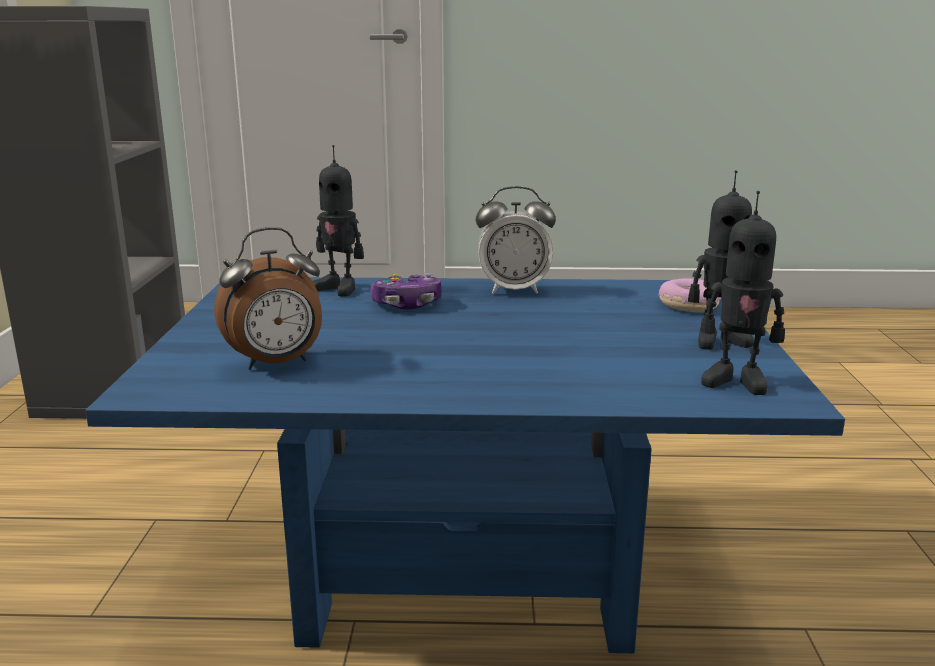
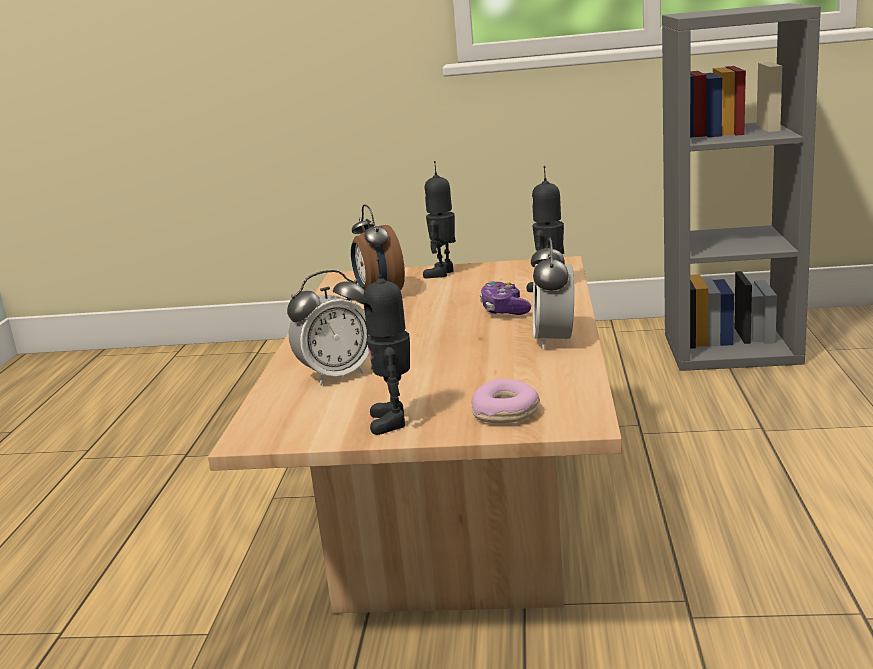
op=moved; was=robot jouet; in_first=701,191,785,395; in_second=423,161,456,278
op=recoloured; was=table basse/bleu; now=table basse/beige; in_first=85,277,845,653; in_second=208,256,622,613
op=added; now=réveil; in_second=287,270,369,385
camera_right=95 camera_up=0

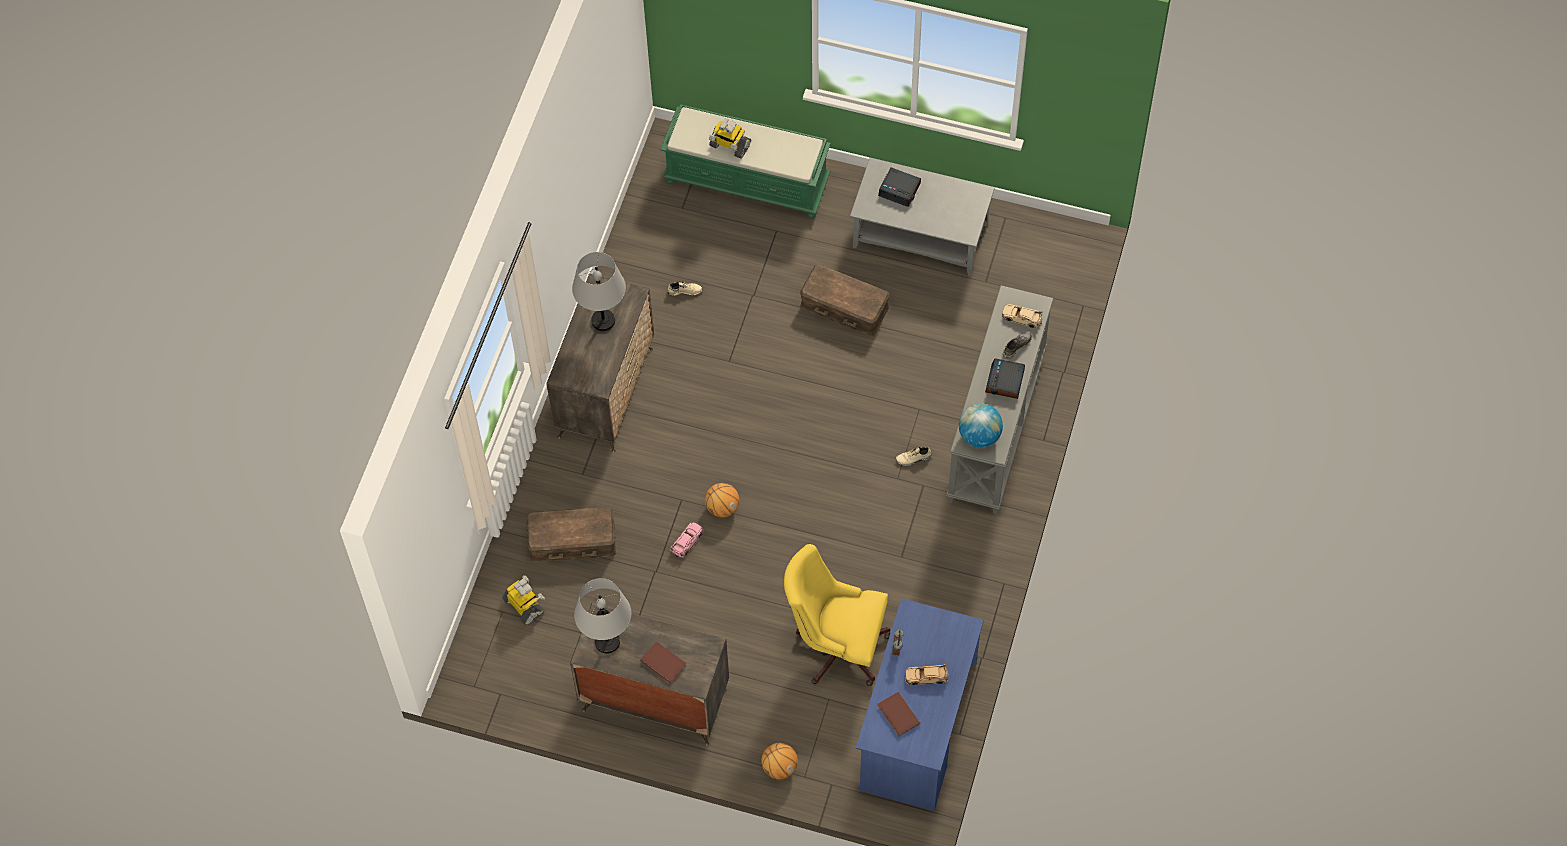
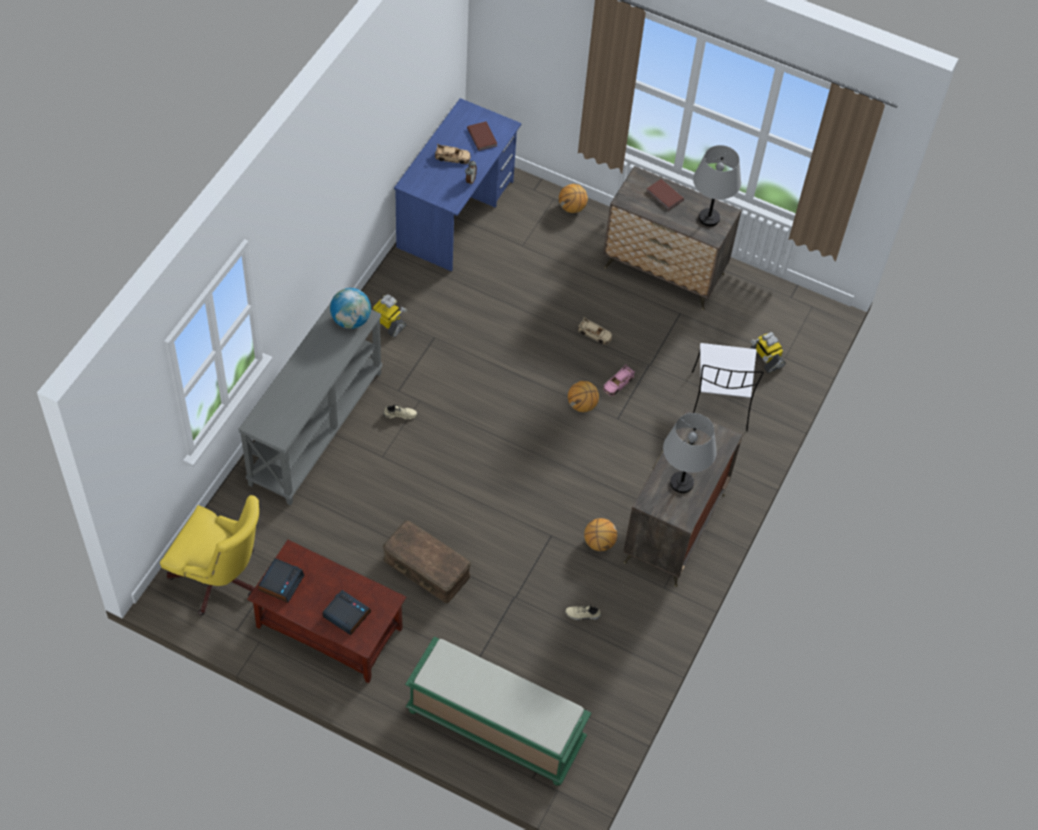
op=moved; was=robot jouet; in_first=709,119,751,159; in_second=371,294,407,337
op=recoloured; was=table basse/gris; now=table basse/marron; in_first=850,158,995,276; in_second=247,540,406,683
op=moved; was=petite voiture/beige; in_first=1002,304,1043,328; in_second=578,317,612,345
op=removed; was=chaussure/gris; in_first=1003,333,1032,358
op=moved; was=réveil; in_first=985,358,1025,399; in_second=258,558,304,603
op=replaced; was=boîte de rangement/marron; now=chaise/blanc; in_first=526,507,616,562; in_second=692,343,764,432
op=moved; was=chaise de bureau/jaune; in_first=784,544,890,686; in_second=160,495,259,616
op=added; now=ballon de basket; in_second=584,518,617,551
camera_right=-175 camera_up=-5

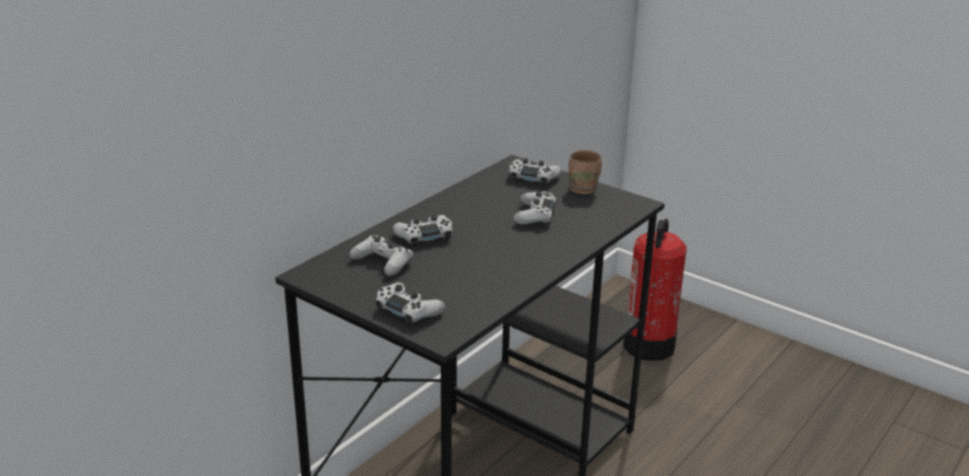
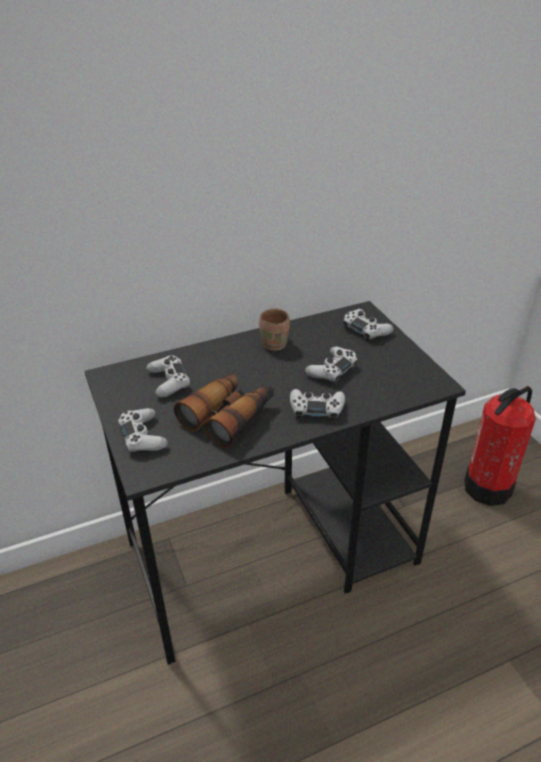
op=moved; was=mug/marron; in_first=568,150,602,194; in_second=259,308,290,351
op=moved; was=manette/blanc; in_first=393,214,452,247; in_second=290,389,345,421
op=added; now=jumelles; in_second=174,370,274,448
camera_right=30 camera_up=10

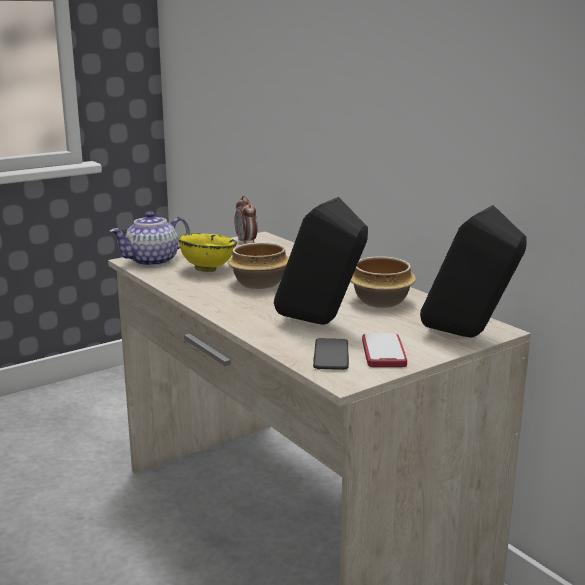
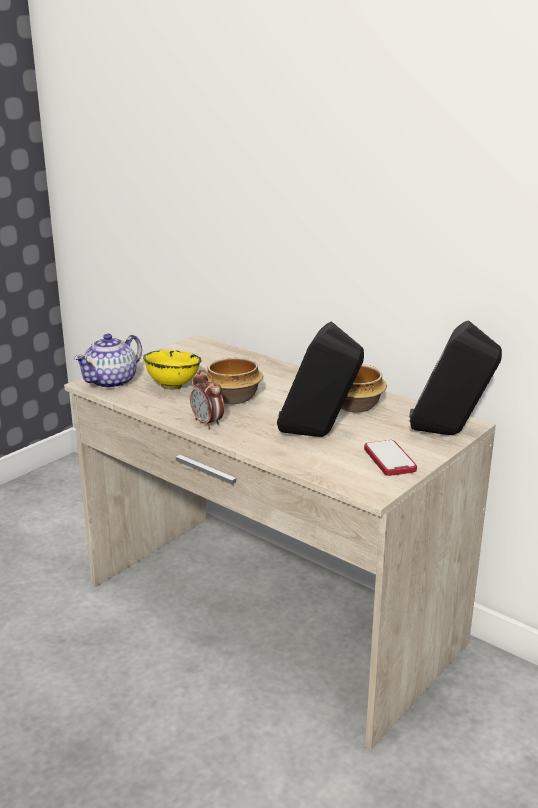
op=moved; was=réveil; in_first=234,195,258,244; in_second=190,370,224,429
op=removed; was=téléphone; in_first=313,338,349,370
camera_right=-15 camera_up=5

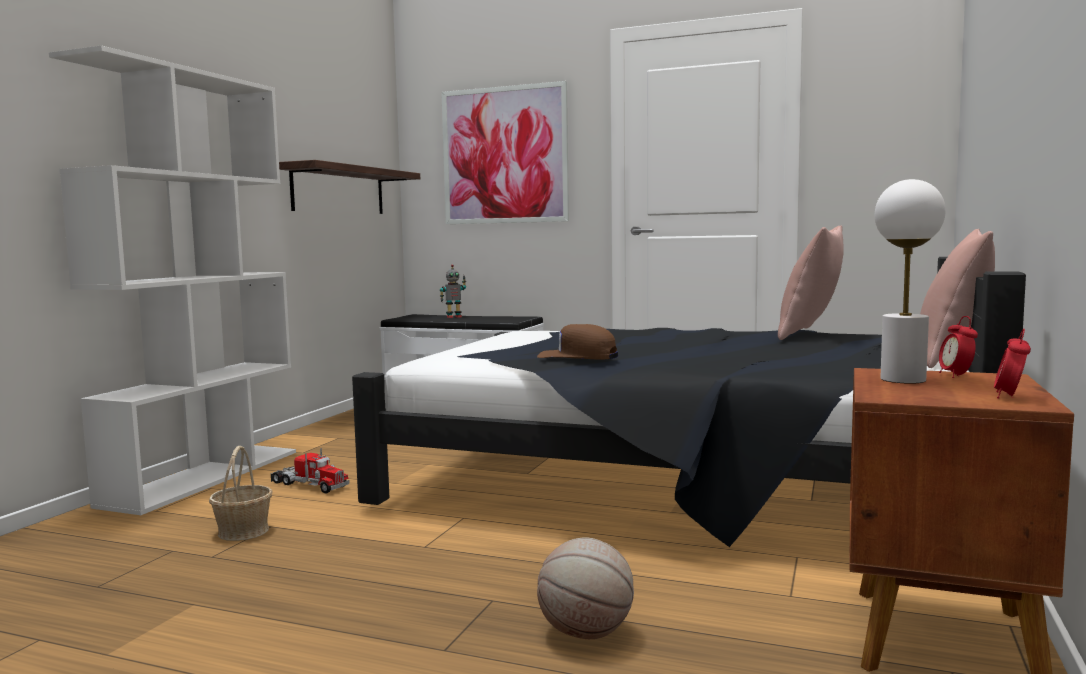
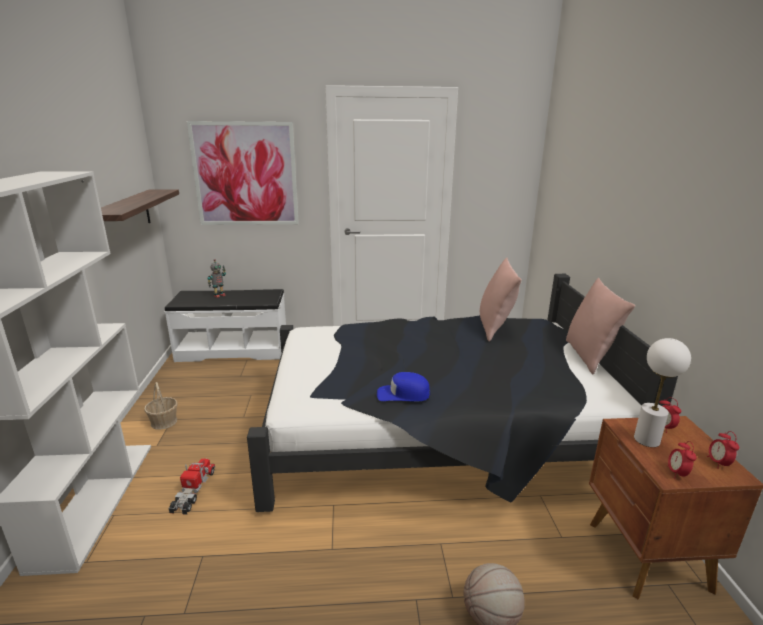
op=recoloured; was=casquette/marron; now=casquette/bleu; in_first=537,324,618,360; in_second=377,372,430,402
op=moved; was=panier; in_first=209,446,273,541; in_second=144,382,178,430
op=turned; was=camion jouet; in_first=270,448,349,493; in_second=169,458,215,515; clockwise=-90
op=added; now=réveil; in_second=667,441,696,479
camera_right=-25 camera_up=15

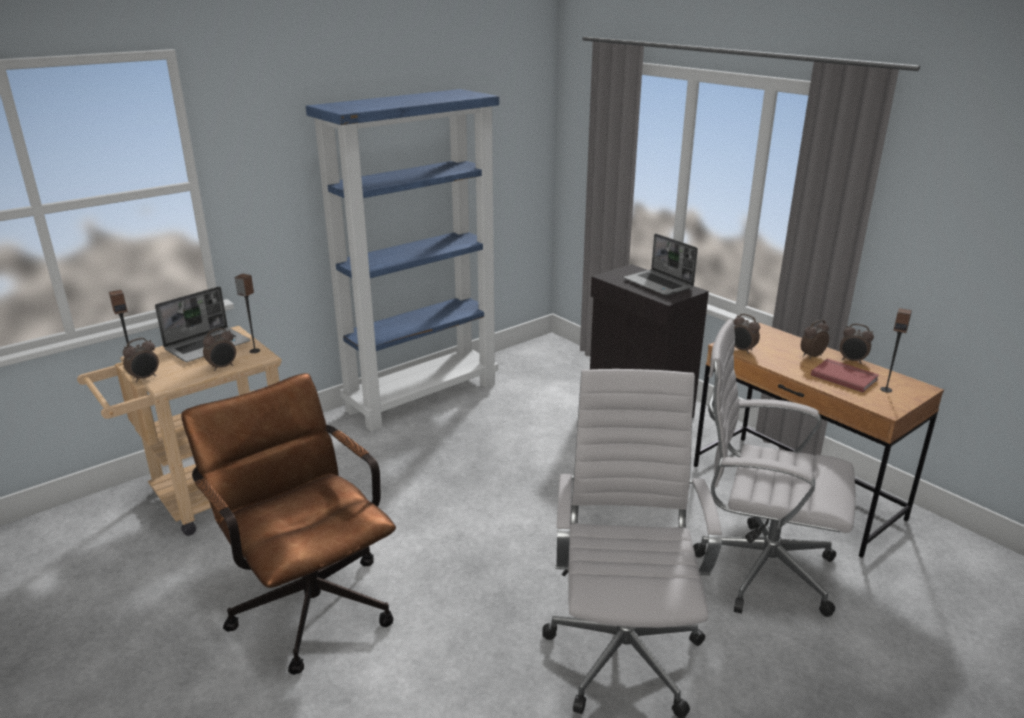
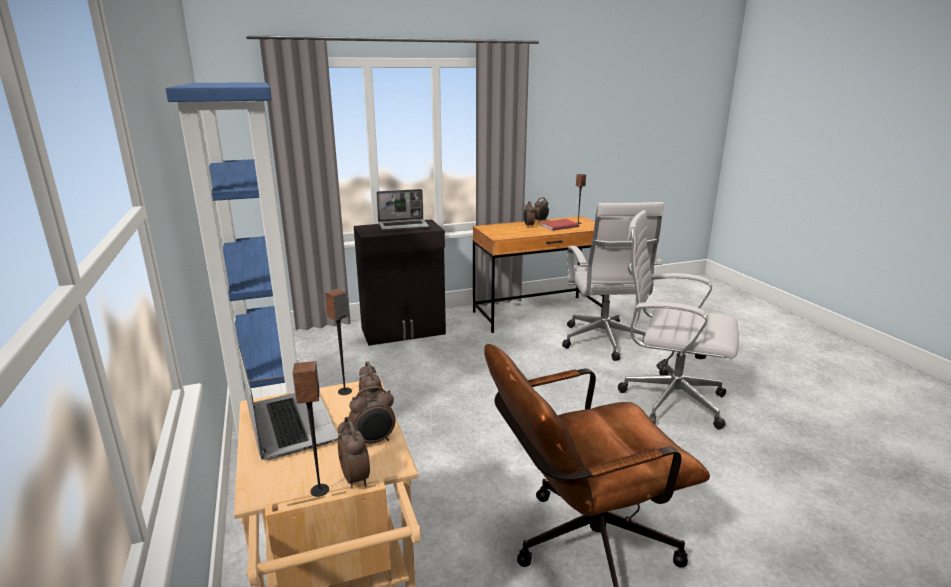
op=moved; was=réveil; in_first=734,314,760,354; in_second=349,386,396,444
op=turned; was=chaise de bureau/blanc; in_first=693,319,856,617; in_second=562,202,664,361; clockwise=-45
camera_right=-70 camera_up=-5

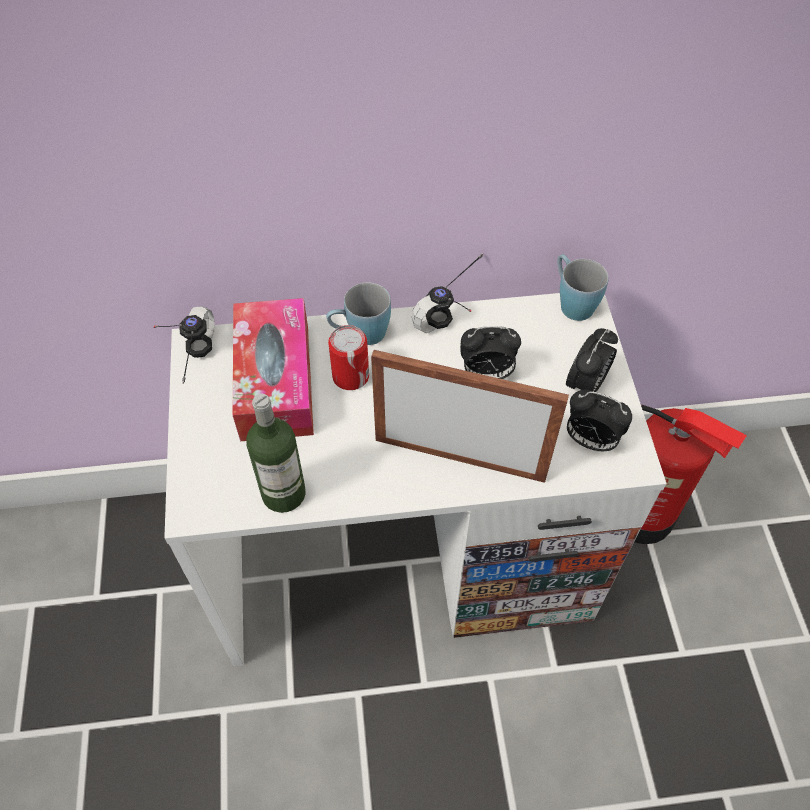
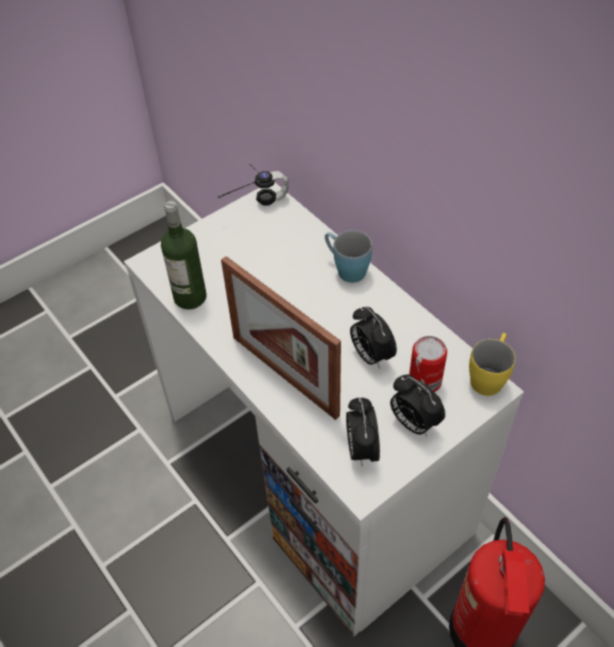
op=removed; was=casque audio; in_first=412,253,483,333
op=recoloured; was=mug/bleu; now=mug/jaune; in_first=557,254,608,321; in_second=469,333,515,396
op=removed; was=boîte à mouchoirs; in_first=233,298,314,441
op=moved; was=boîte métallique; in_first=328,325,369,390; in_second=409,336,447,392
op=turned; was=réveil; in_first=566,328,618,392; in_second=390,375,445,436; clockwise=45
op=turned; was=cadre photo; in_first=371,350,569,483; in_second=221,256,341,420; clockwise=150
camera_right=60 camera_up=-5

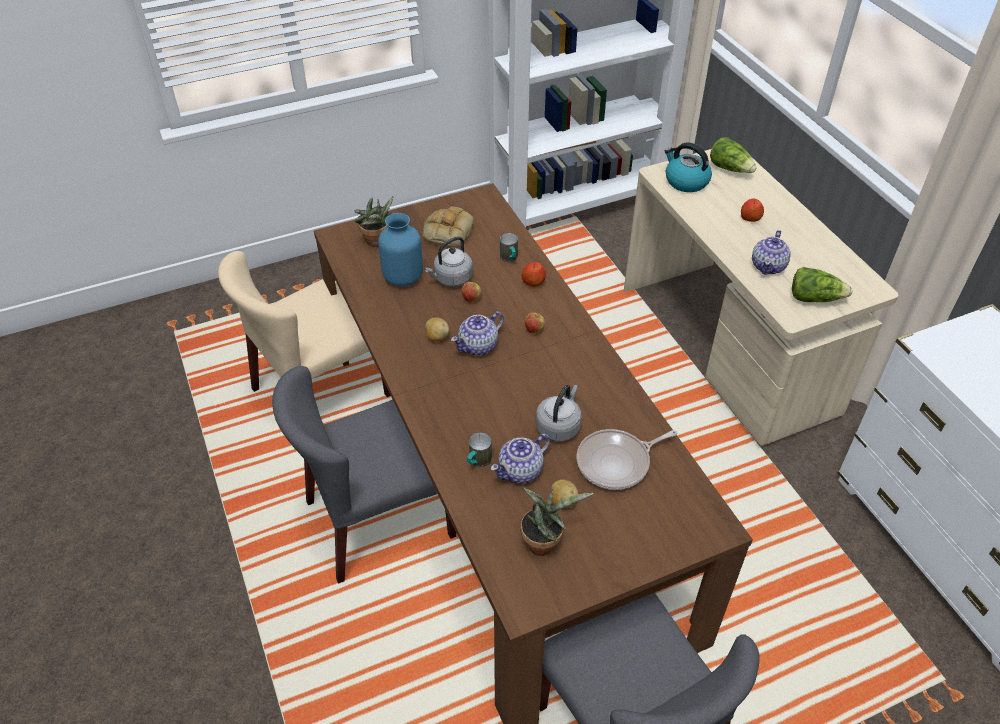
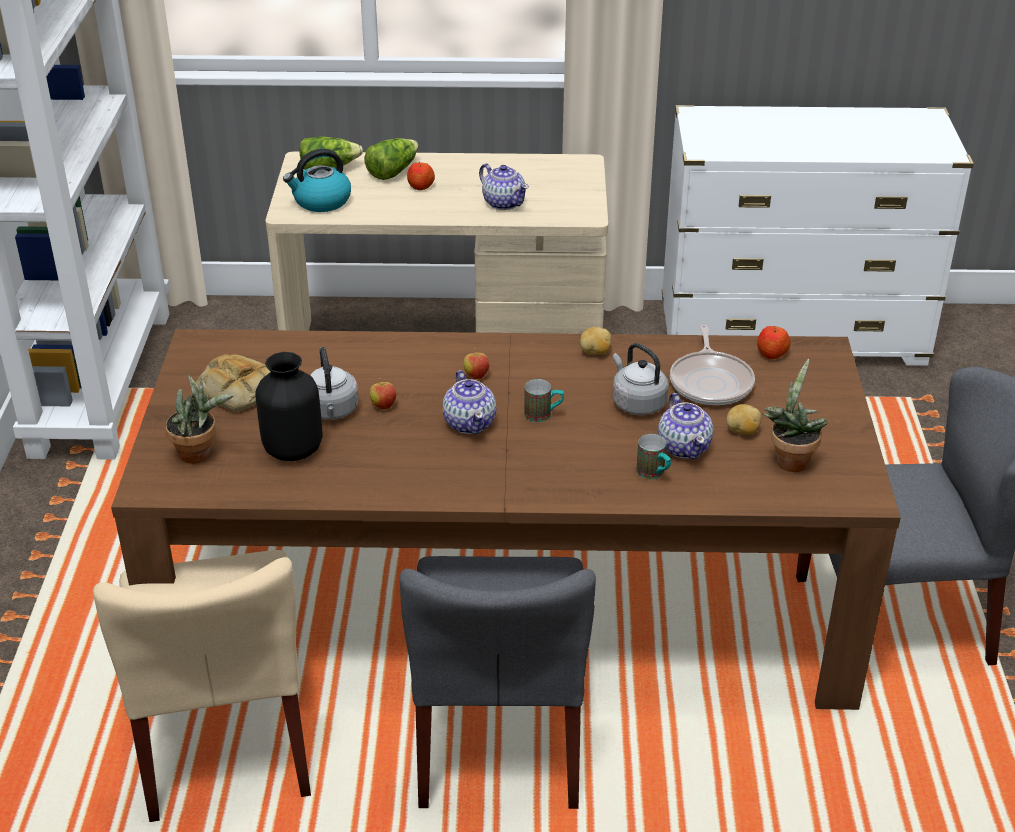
op=recoloured; was=vase/bleu; now=vase/noir; in_first=378,213,423,287; in_second=255,352,323,461
op=moved; was=mug; in_first=500,233,518,263; in_second=524,379,564,422
op=moved; was=pomme; in_first=522,262,546,287; in_second=757,326,790,359
op=moved; was=laitue; in_first=792,267,853,302; in_second=364,138,419,180
op=moved; was=pomme de terre; in_first=425,317,449,341; in_second=580,327,611,355
camera_right=-65 camera_up=-10

